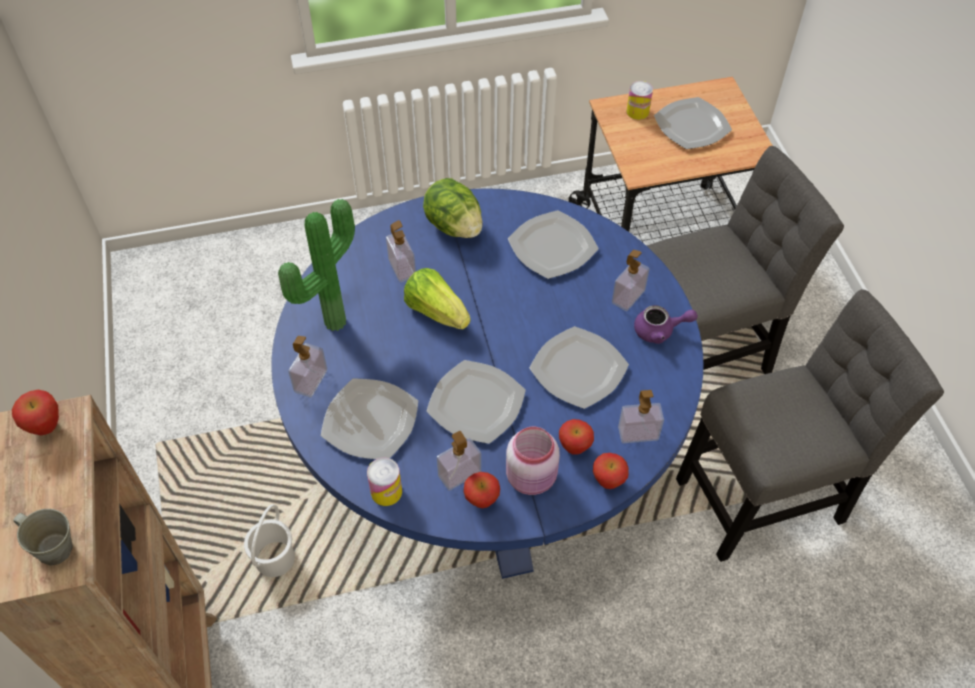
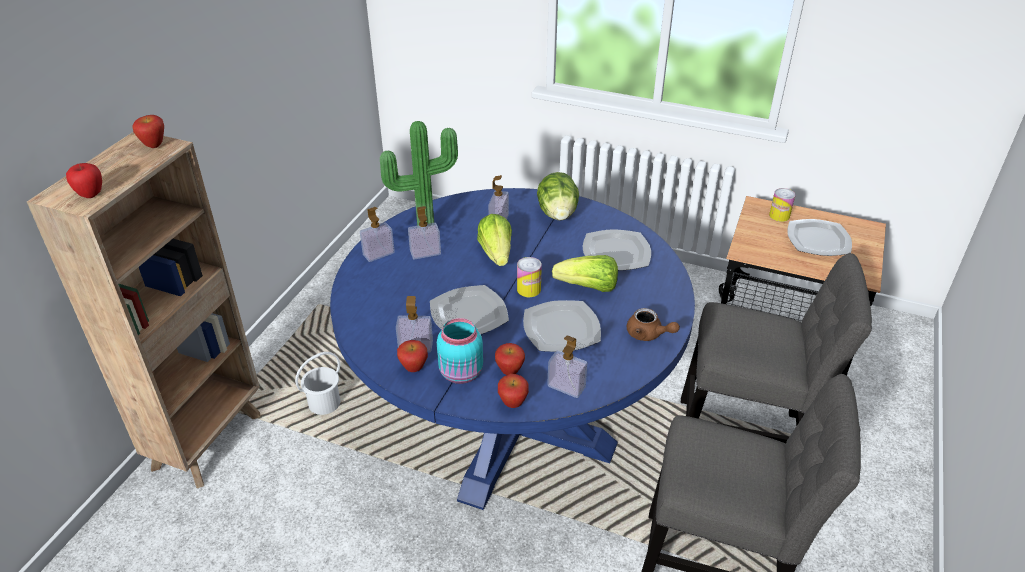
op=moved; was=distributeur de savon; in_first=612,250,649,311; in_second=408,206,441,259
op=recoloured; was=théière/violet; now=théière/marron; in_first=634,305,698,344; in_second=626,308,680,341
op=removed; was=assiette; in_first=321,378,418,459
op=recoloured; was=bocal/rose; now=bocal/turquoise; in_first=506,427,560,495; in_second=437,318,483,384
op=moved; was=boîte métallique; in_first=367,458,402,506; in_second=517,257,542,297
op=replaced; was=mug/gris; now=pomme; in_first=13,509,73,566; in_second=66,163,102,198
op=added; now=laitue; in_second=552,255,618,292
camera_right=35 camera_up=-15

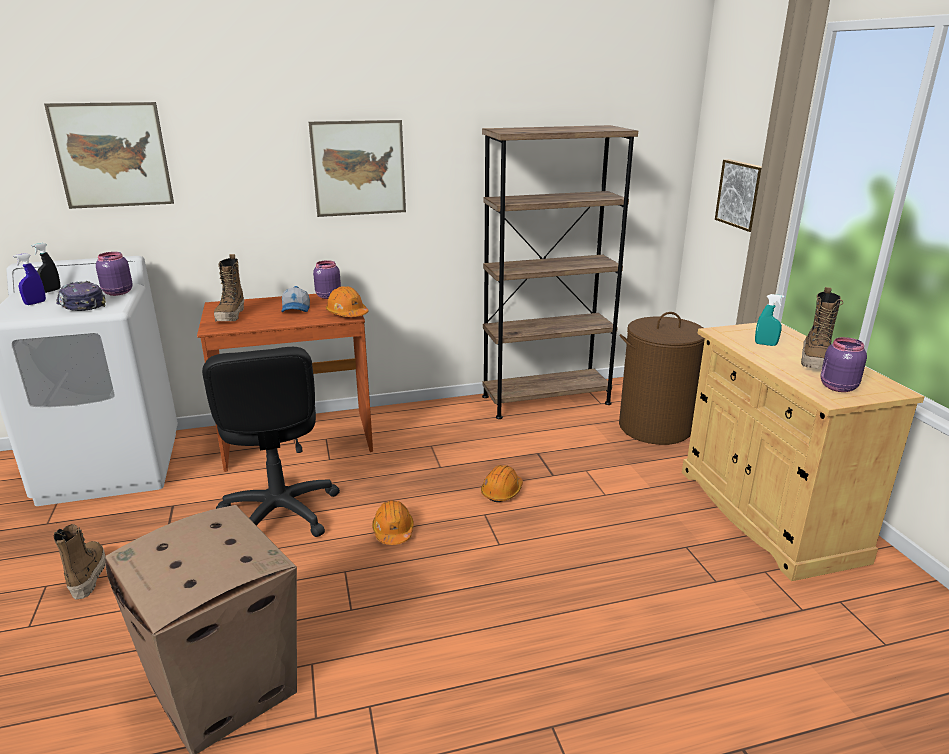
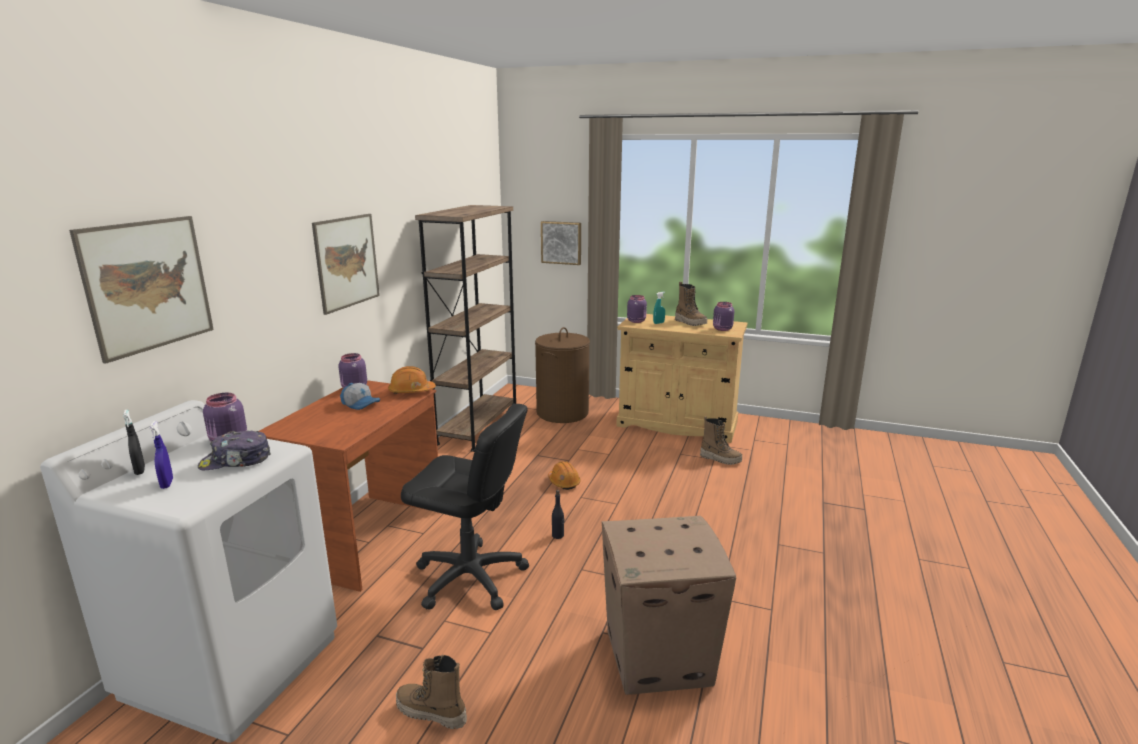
op=moved; was=botte; in_first=214,254,244,322; in_second=700,416,742,465
op=replaced; was=casque de chantier/orange; now=bouteille/noir; in_first=372,500,414,545; in_second=552,490,564,539
op=added; now=bocal/violet; in_second=627,295,647,323
camera_right=-55 camera_up=-5

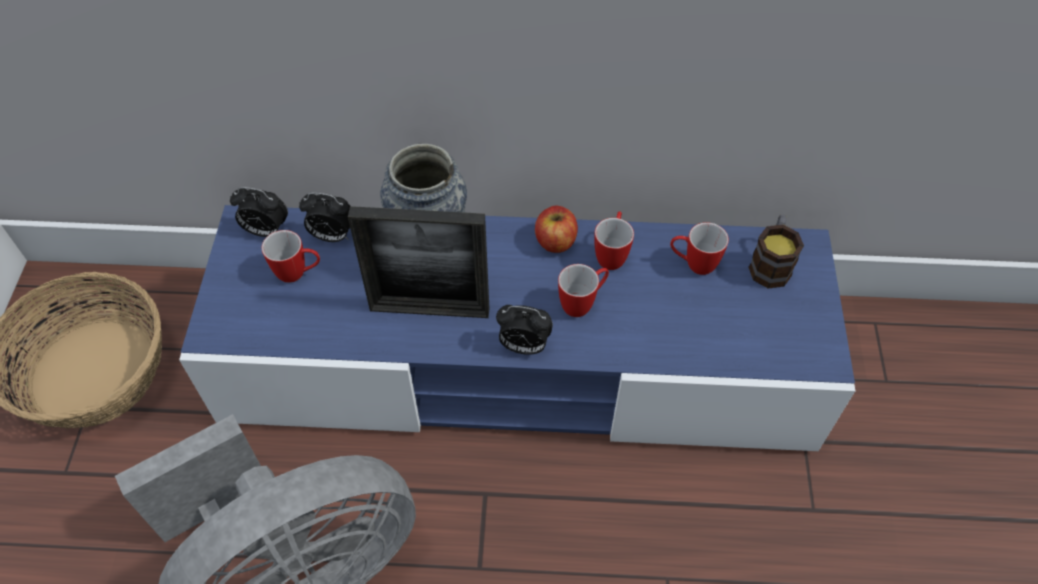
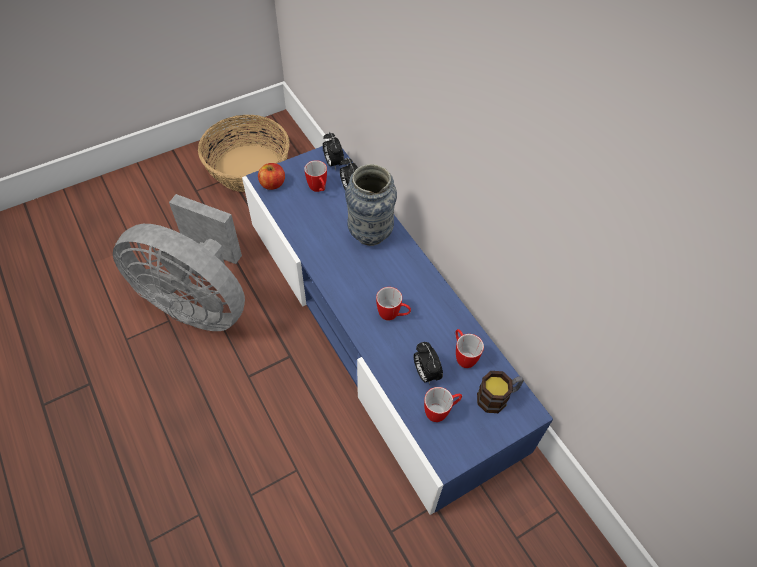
op=removed; was=cadre photo; in_first=348,206,489,318
op=moved; was=pomme; in_first=535,206,578,253; in_second=258,163,285,190
op=moved; was=mug; in_first=594,211,634,270; in_second=424,387,462,422
op=moved; was=réveil; in_first=496,305,553,355; in_second=414,342,443,384
camera_right=55 camera_up=0

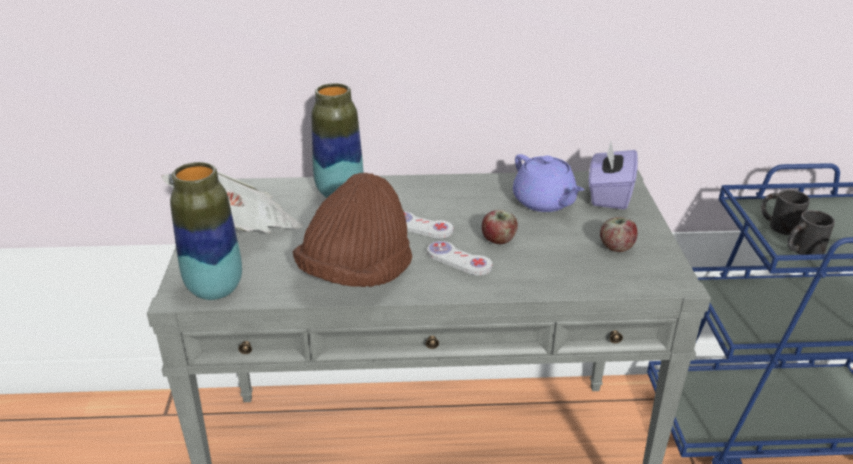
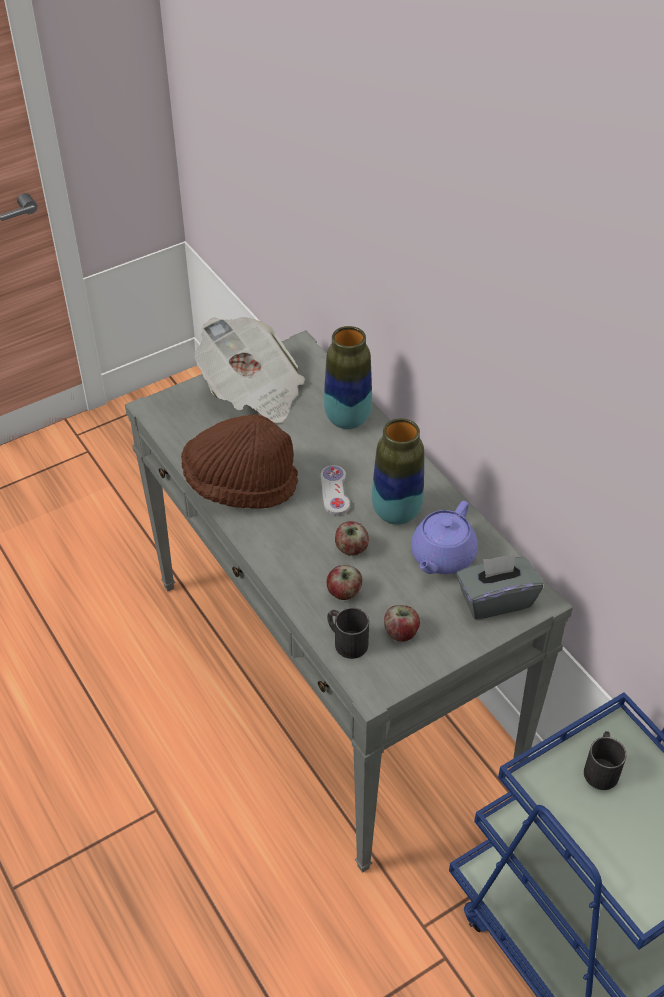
op=recoloured; was=boîte à mouchoirs/violet; now=boîte à mouchoirs/gris; in_first=589,142,638,210; in_second=456,554,543,619
op=moved; was=vase; in_first=170,162,242,300; in_second=372,418,424,525
op=moved; was=mug/noir; in_first=788,210,835,255; in_second=327,607,369,659
op=removed; was=manette/blanc; in_first=427,241,492,275
op=added; now=pomme; in_second=327,565,362,600
camera_right=60 camera_up=15

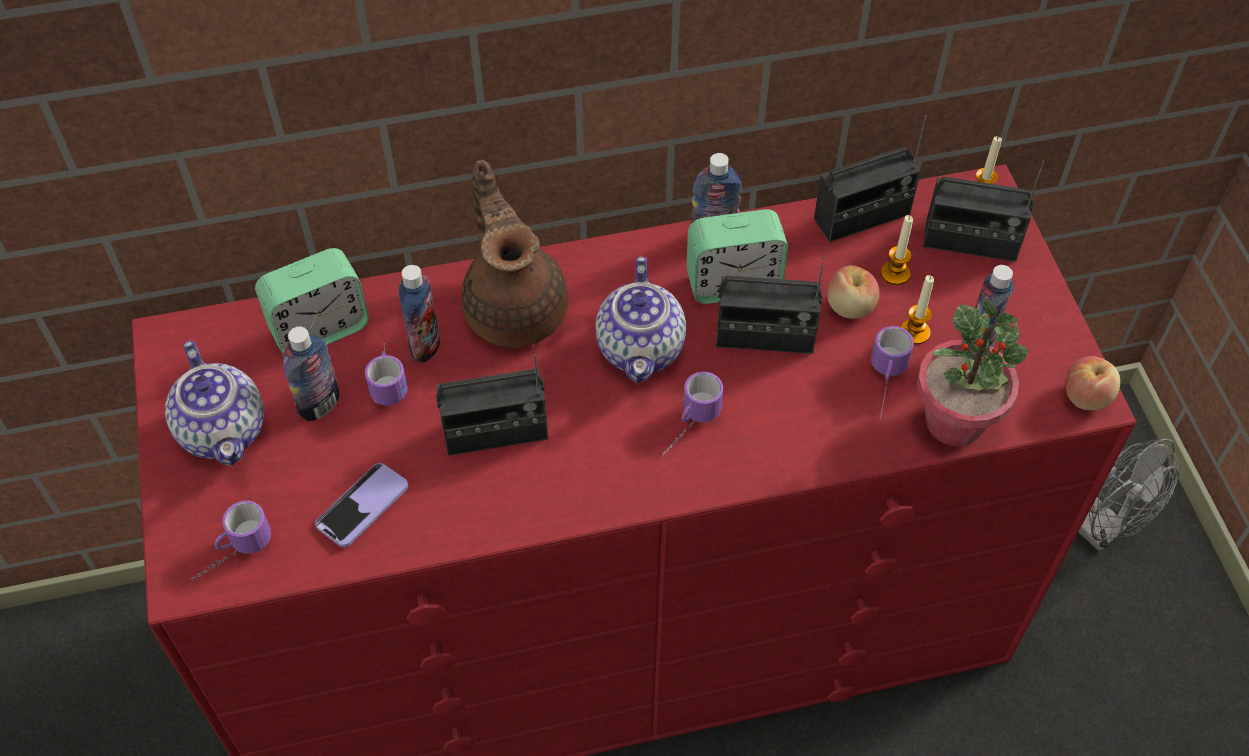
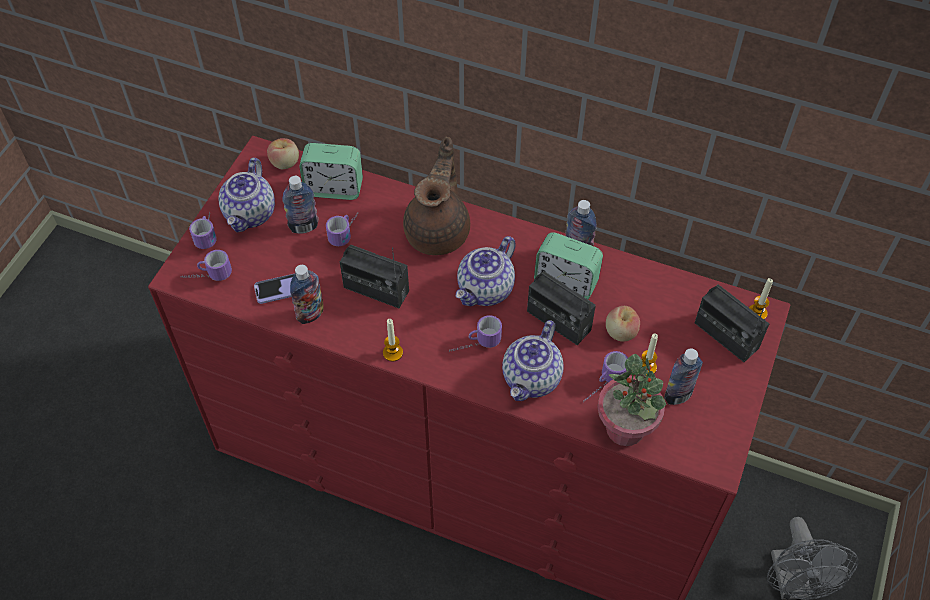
op=removed; was=radio; in_first=814,115,927,242
op=moved; was=bougie; in_first=881,215,913,285; in_second=383,319,403,362
op=moved; was=bouteille; in_first=399,265,440,363; in_second=290,265,324,324
op=moved; was=pomme; in_first=1066,356,1120,410; in_second=267,138,299,169
op=added; now=mug; in_second=189,212,217,249
op=added; now=théière; in_second=502,320,564,401
camera_right=35 camera_up=0

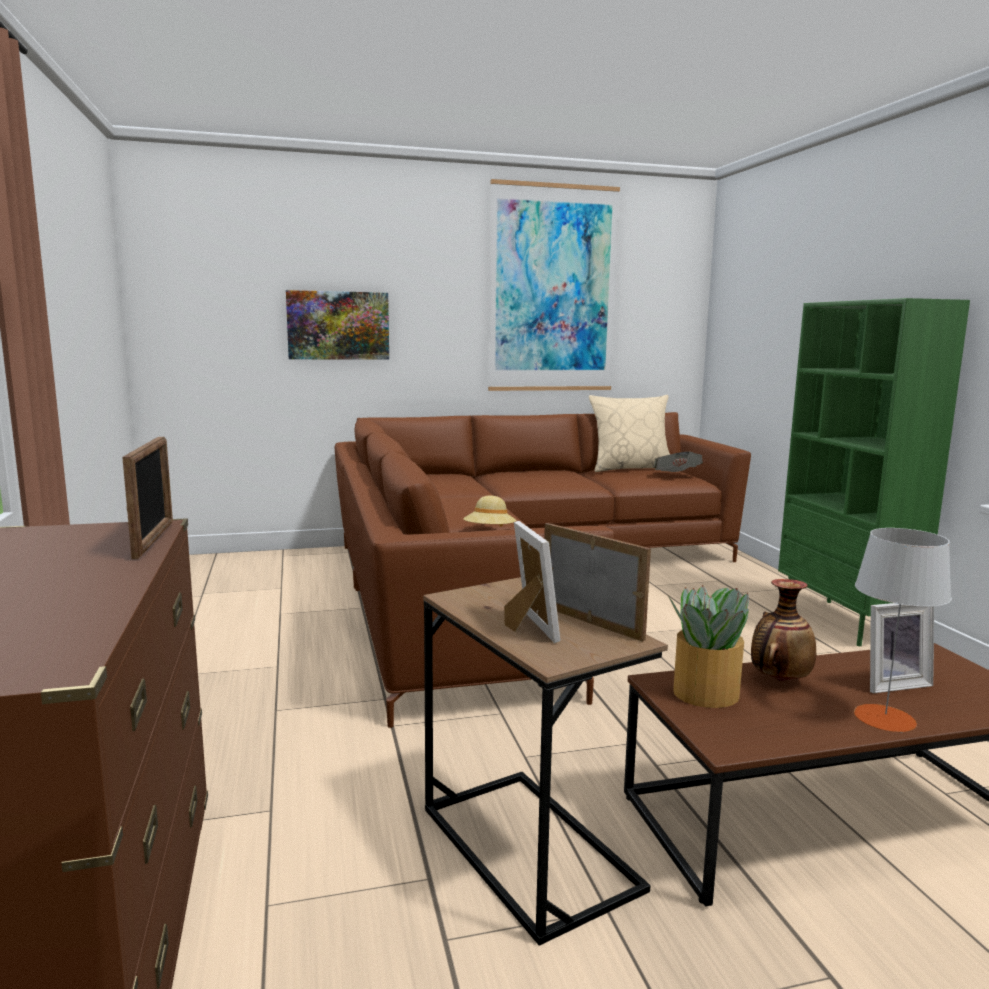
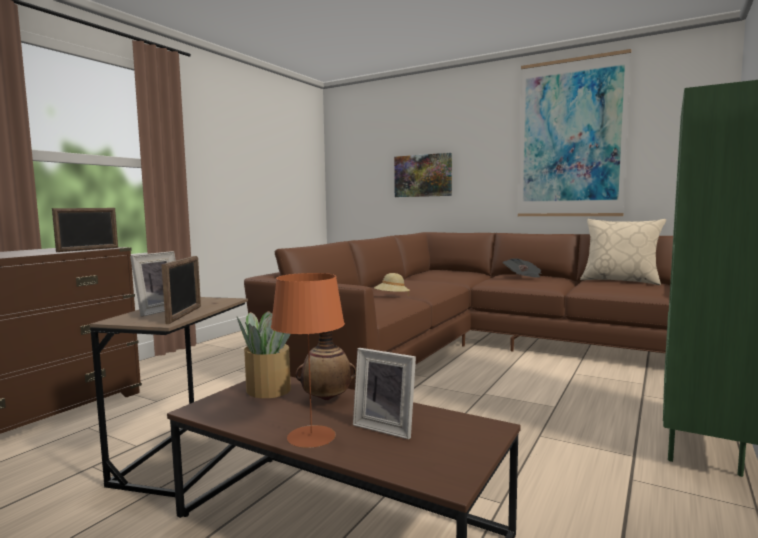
op=moved; was=journal; in_first=654,451,703,472; in_second=503,258,542,277
op=recoloured; was=lampe de table/gris; now=lampe de table/orange; in_first=854,528,952,732; in_second=271,273,345,448
camera_right=45 camera_up=-5

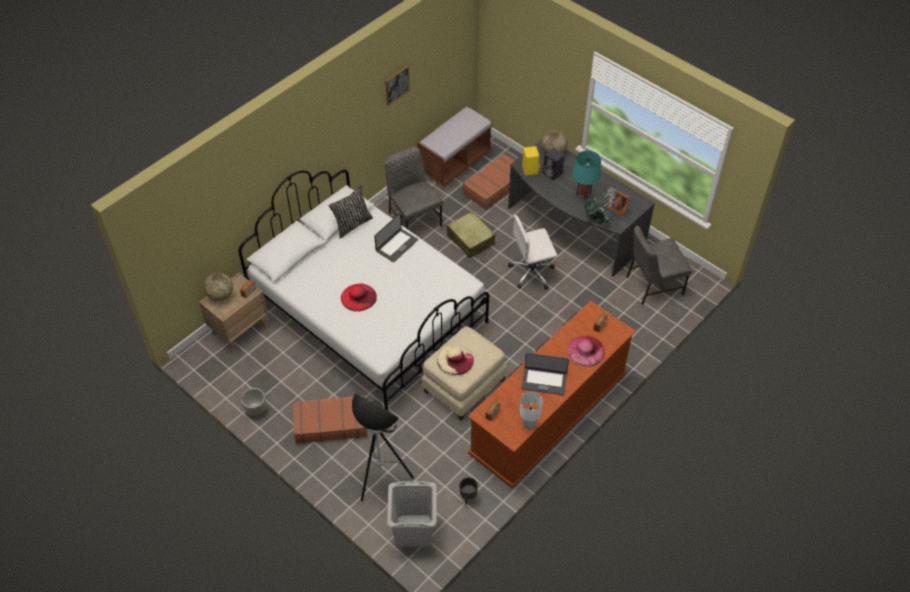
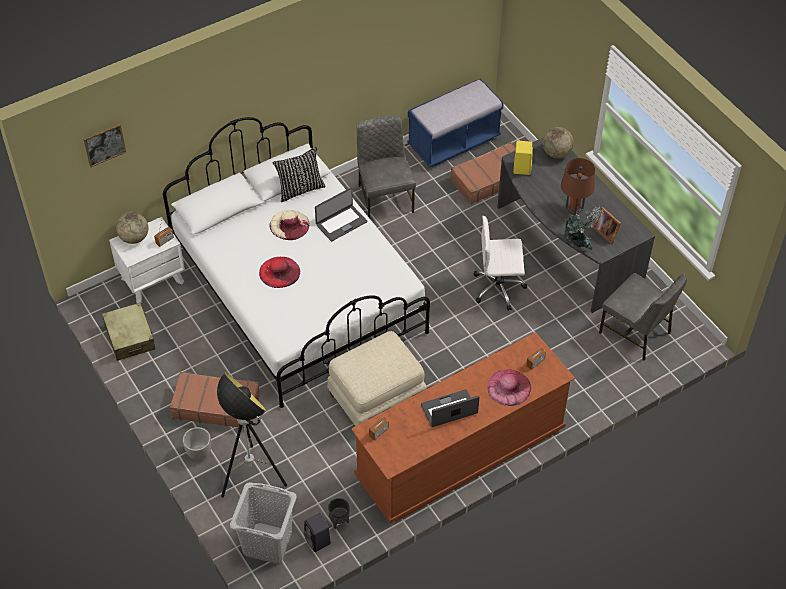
op=moved; was=tableau; in_first=385,66,410,106; in_second=83,123,126,167
op=recoloured; was=banc/marron; now=banc/bleu; in_first=417,106,493,186; in_second=407,79,504,167
op=moved; was=enceinte/noir; in_first=543,148,564,180; in_second=304,513,331,552
op=recoloured; was=lampe de table/turquoise; now=lampe de table/marron; in_first=572,151,601,200; in_second=561,158,595,216
op=moved; was=valise/beige; in_first=447,211,495,258; in_second=102,303,155,361
op=turned; was=chaise/gris; in_first=627,226,692,305; in_second=599,273,687,360; clockwise=-135
op=recoloured; was=table de chevet/marron; now=table de chevet/blanc; in_first=199,272,268,352; in_second=109,217,185,303
op=moved; was=chapeau/beige; in_first=437,345,474,375; in_second=269,210,310,240
op=turned; was=ordinateur portable; in_first=521,353,569,395; in_second=421,389,480,427; clockwise=135
op=moved; was=cache-pot/gris; in_first=241,388,266,416; in_second=183,427,211,460
op=removed; was=lampe de table/blanc; in_first=519,391,543,430
camera_right=15 camera_up=0

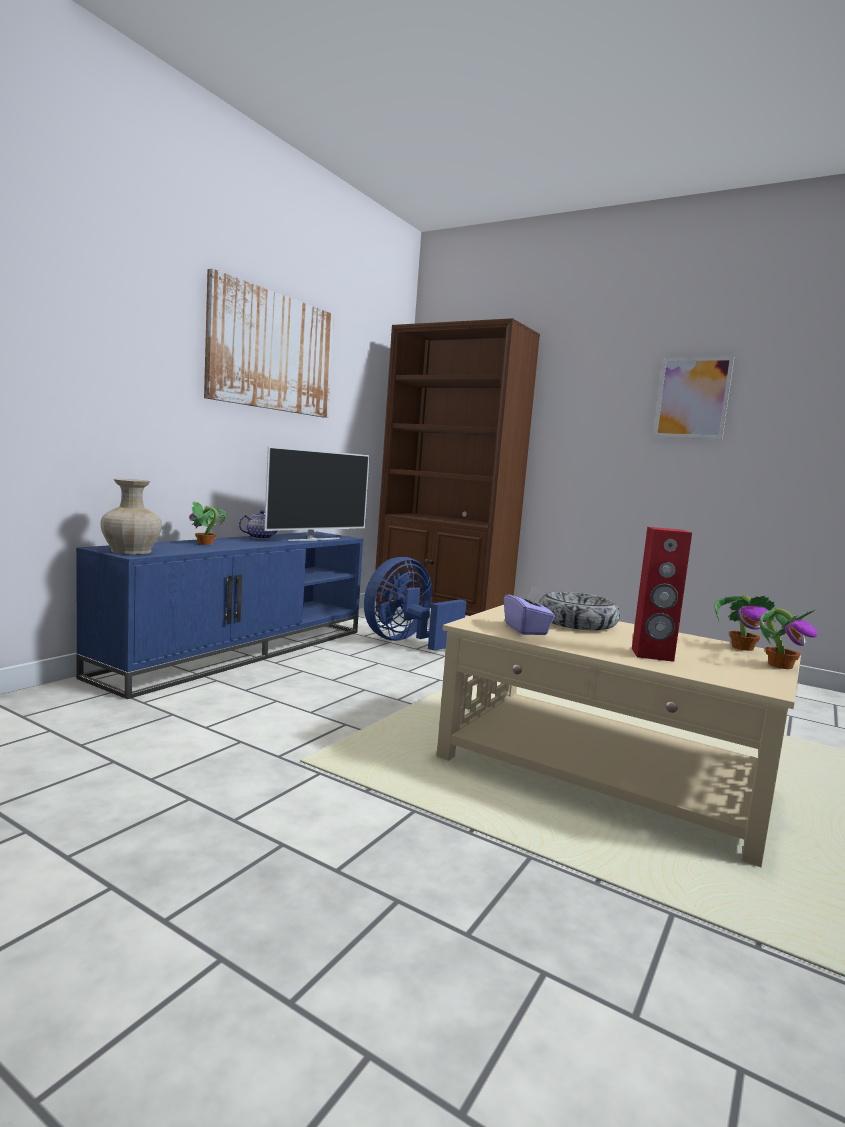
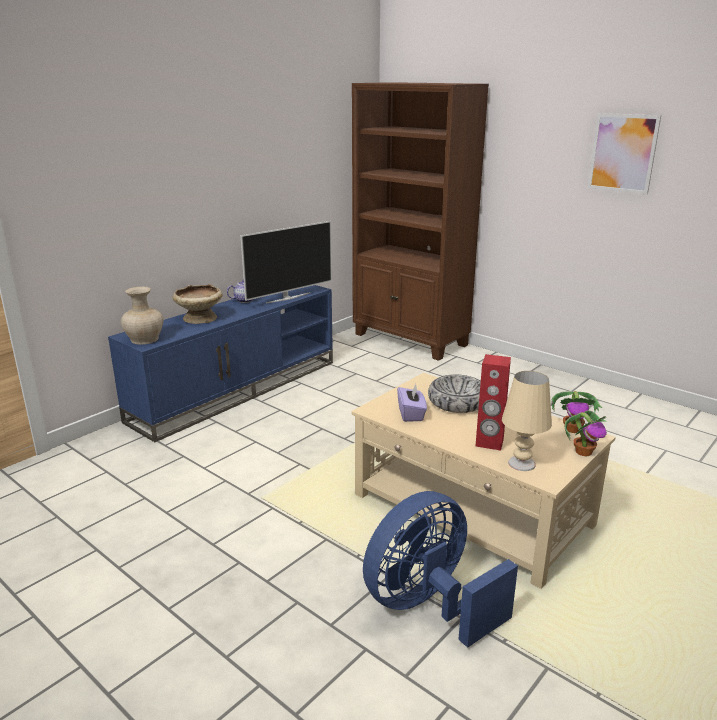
op=removed; was=tableau; in_first=204,269,334,418
op=replaced; was=plante en pot; now=bol/beige; in_first=189,501,226,545; in_second=173,284,222,324
op=moved; was=ventilateur/bleu; in_first=364,557,467,651; in_second=363,491,518,648
op=added; now=lampe de table/beige; in_second=502,371,552,471
camera_right=10 camera_up=15

